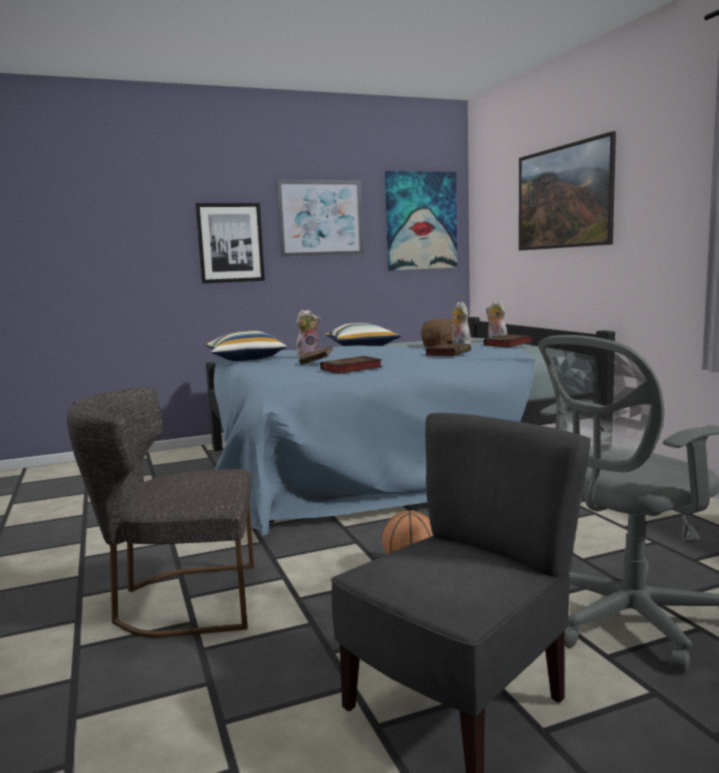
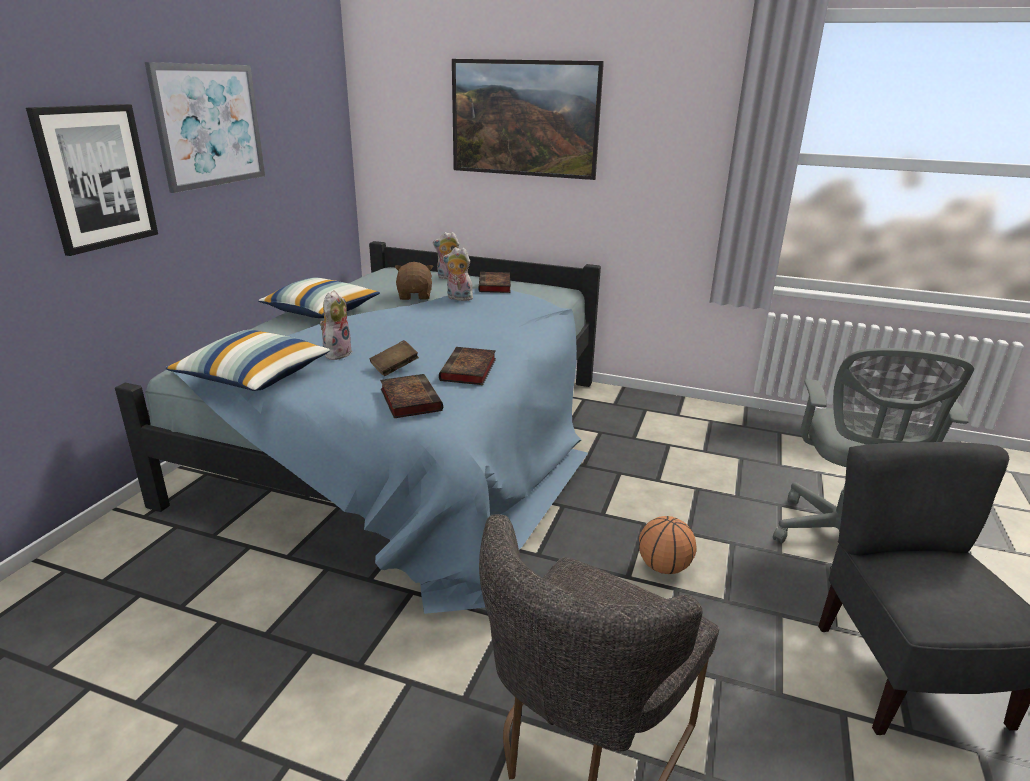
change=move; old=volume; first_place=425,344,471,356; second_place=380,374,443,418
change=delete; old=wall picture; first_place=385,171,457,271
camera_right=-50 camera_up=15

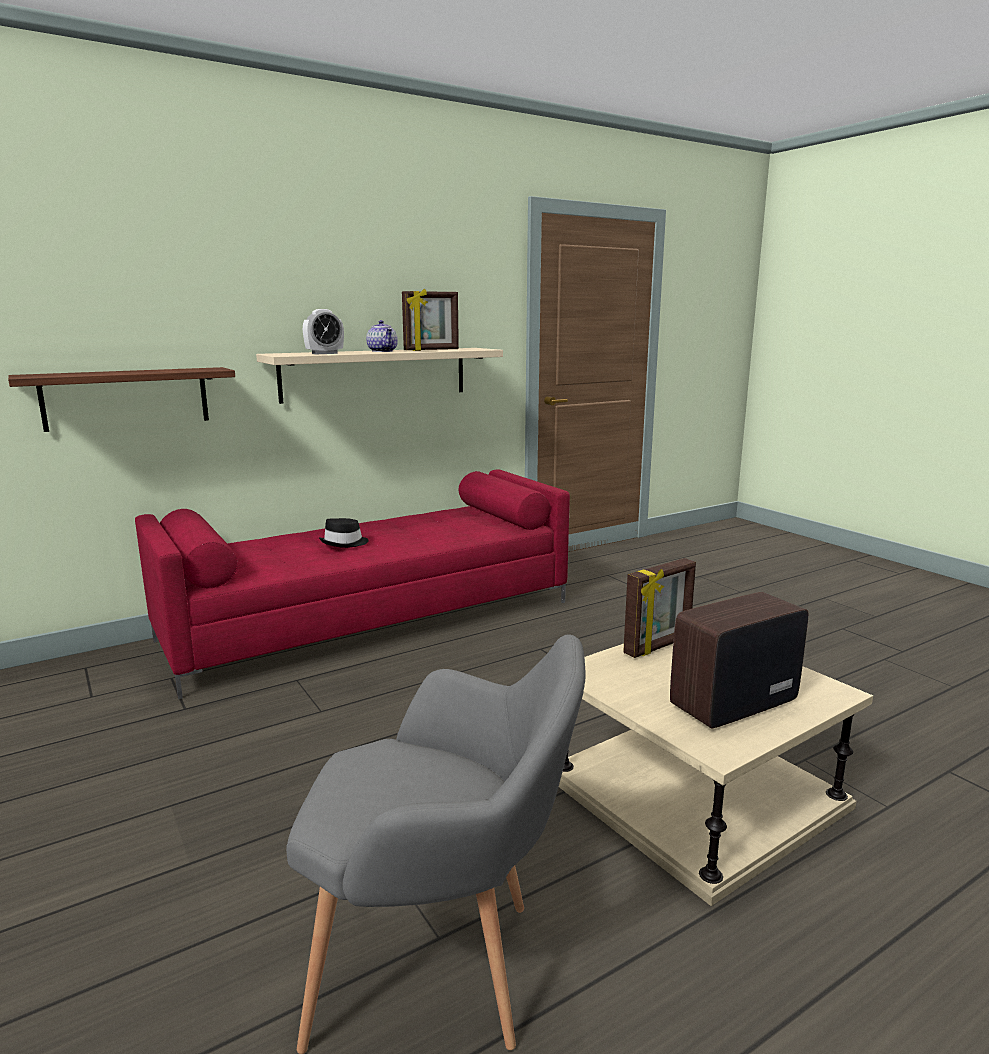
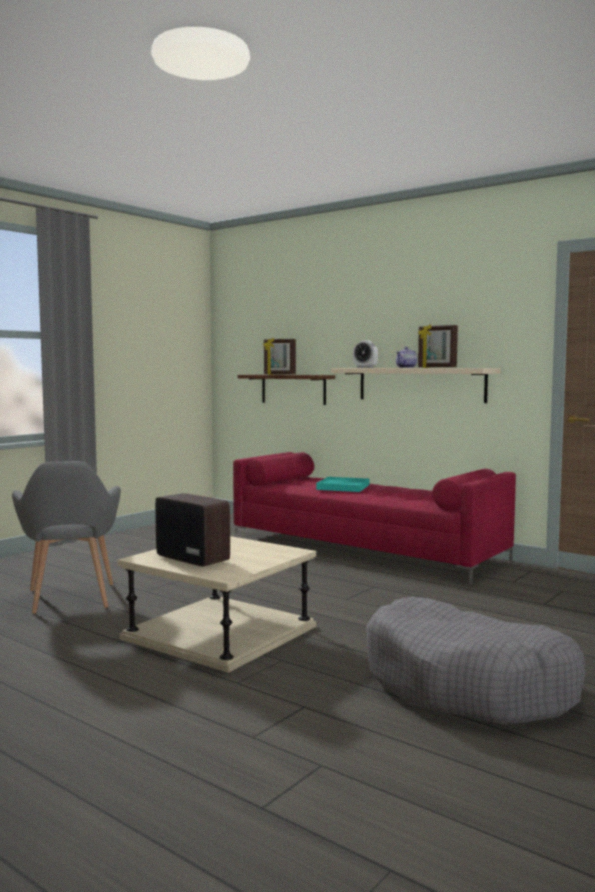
change=move; old=photo frame; first_place=623,558,696,658; second_place=263,338,296,375
change=replace; old=hat (black-coloured); new=carrying tray (blue-green); first_place=319,518,368,548; second_place=316,477,369,492
change=insert; new=dog bed (greyish); second_place=366,597,586,725
camera_right=70 camera_up=-10

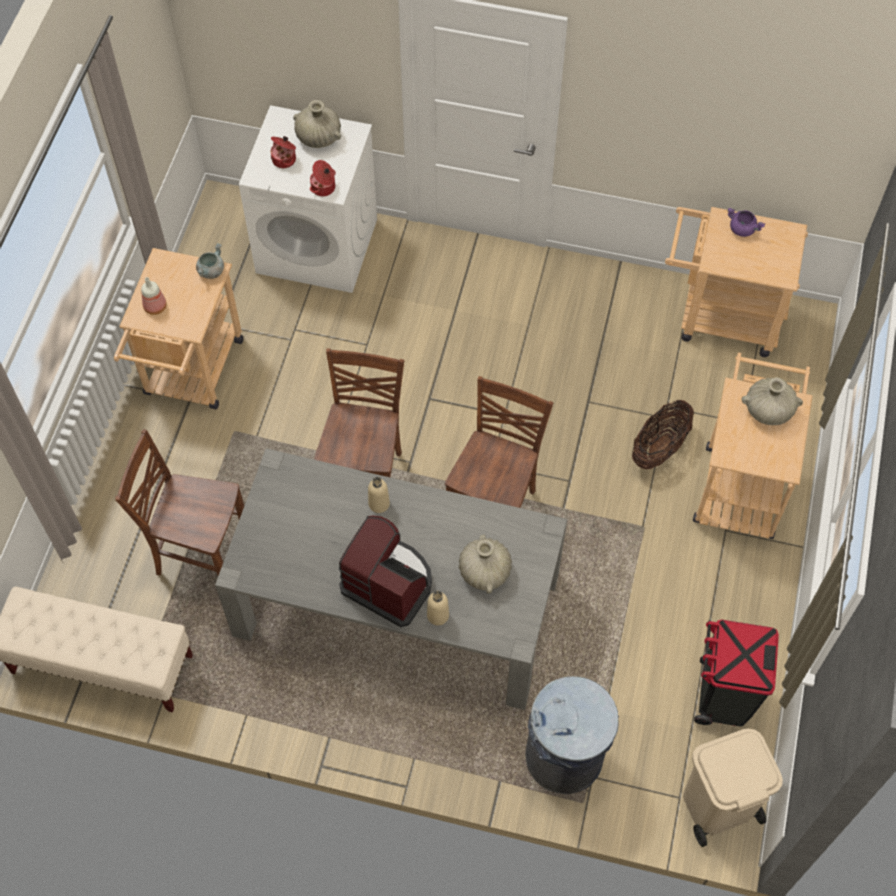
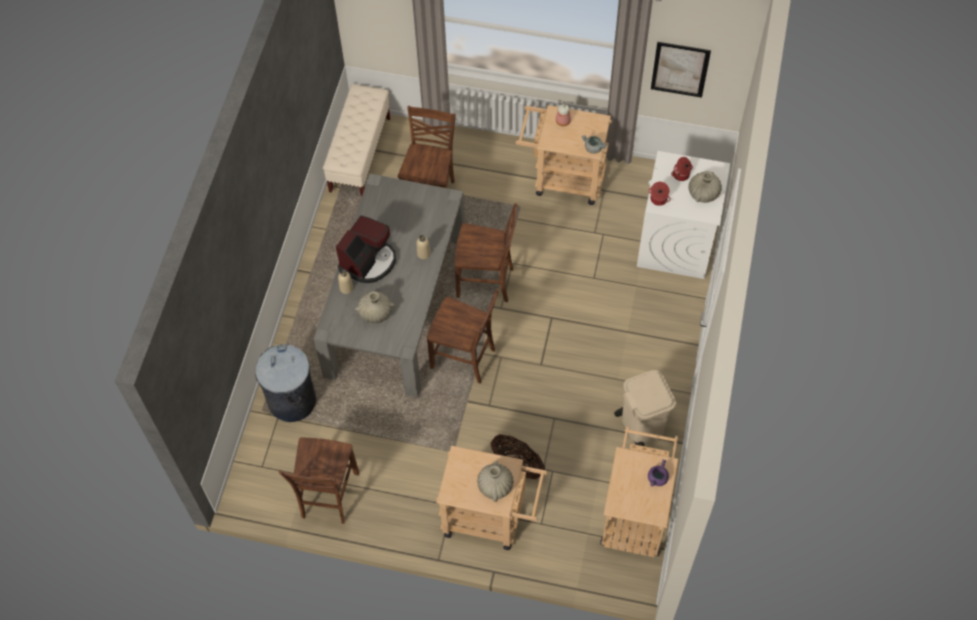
change=replace; old=trash can (black-coloured); new=upright chair (brownish); first_place=694,620,779,726; second_place=279,438,359,524
change=move; old=trash can (sand-coloured); first_place=683,728,783,847; second_place=614,370,676,446
change=insert; new=wall picture; second_place=651,42,711,98
camera_right=90 camera_up=0

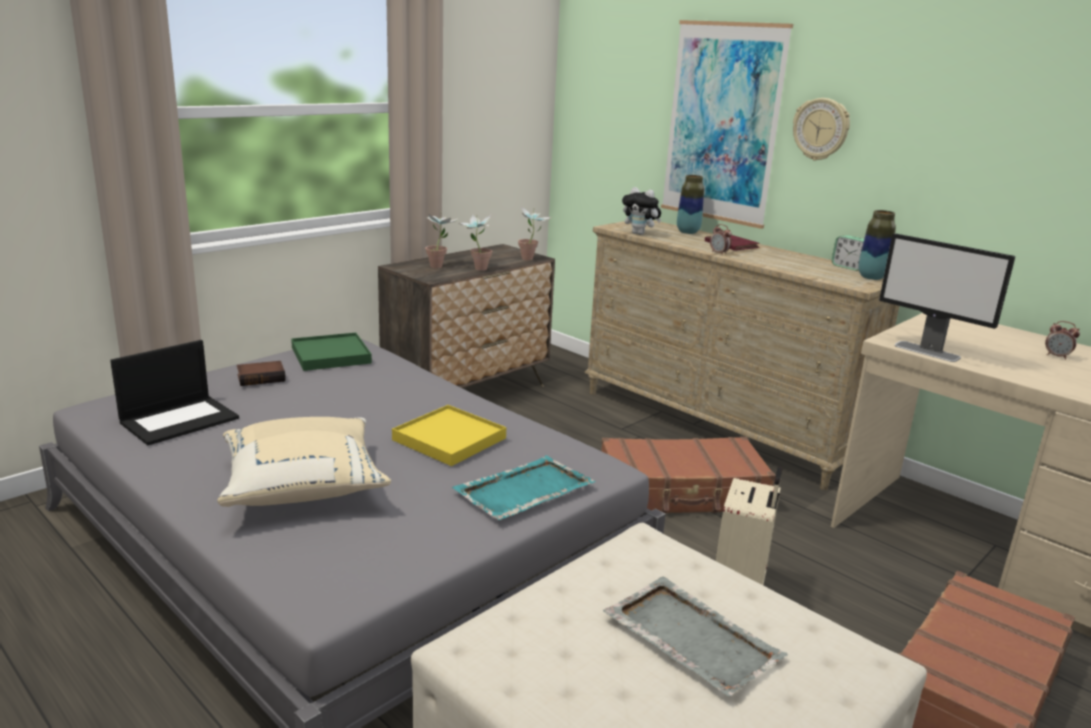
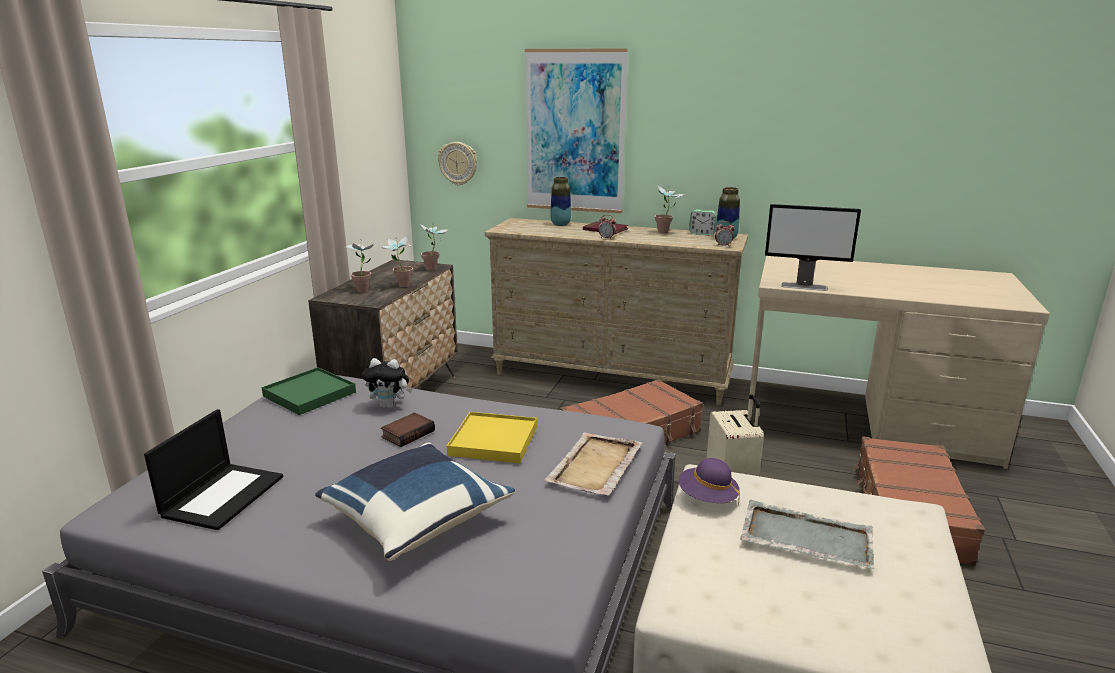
change=recolor; old=pillow (sand-coloured); new=pillow (blue); first_place=217,417,391,507; second_place=315,443,515,561
change=move; old=plush toy; first_place=622,187,661,235; second_place=362,358,412,408
change=move; old=volume; first_place=237,361,286,386; second_place=381,412,435,447
change=move; old=clock on the wall; first_place=793,98,850,161; second_place=438,142,477,186
change=recolor; old=carrying tray (blue-green); new=carrying tray (sand-coloured); first_place=452,456,595,520; second_place=544,432,642,496
change=insert; new=houseplant; second_place=655,185,685,233
change=insert; new=hat (purple-coloured); second_place=679,458,740,505
change=move; old=bedside clock; first_place=1045,321,1080,360; second_place=715,221,735,247
camera_right=-25 camera_up=0

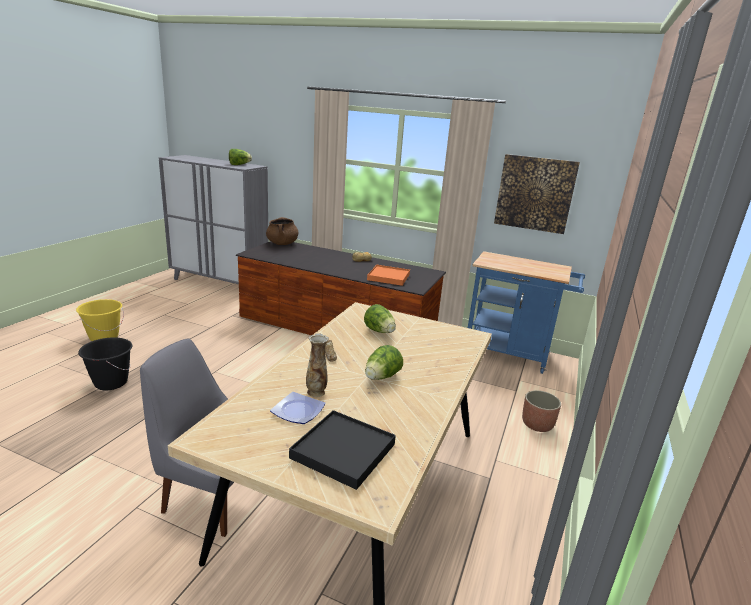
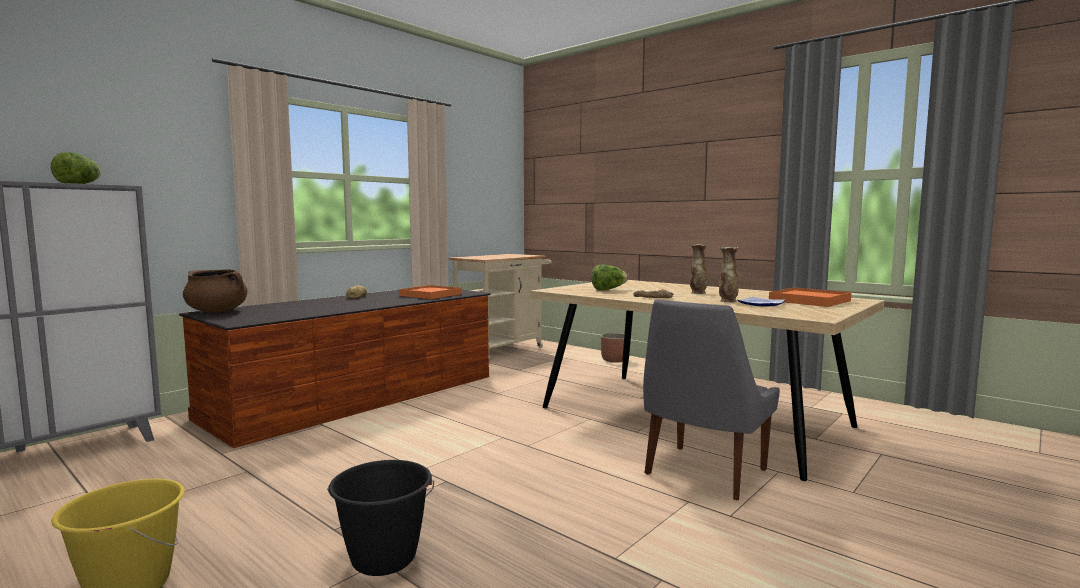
change=recolor; old=wheeled cart (blue); new=wheeled cart (sand-coloured); first_place=468,251,585,374; second_place=448,254,552,360
change=replace; old=head of lettuce; new=flower vase; first_place=365,345,403,380; second_place=690,244,707,294
change=recolor; old=carrying tray (black-coloured); new=carrying tray (orangey); first_place=289,410,396,490; second_place=769,288,851,307
change=delete; old=wall picture; first_place=494,154,580,234
camera_right=-70 camera_up=-15

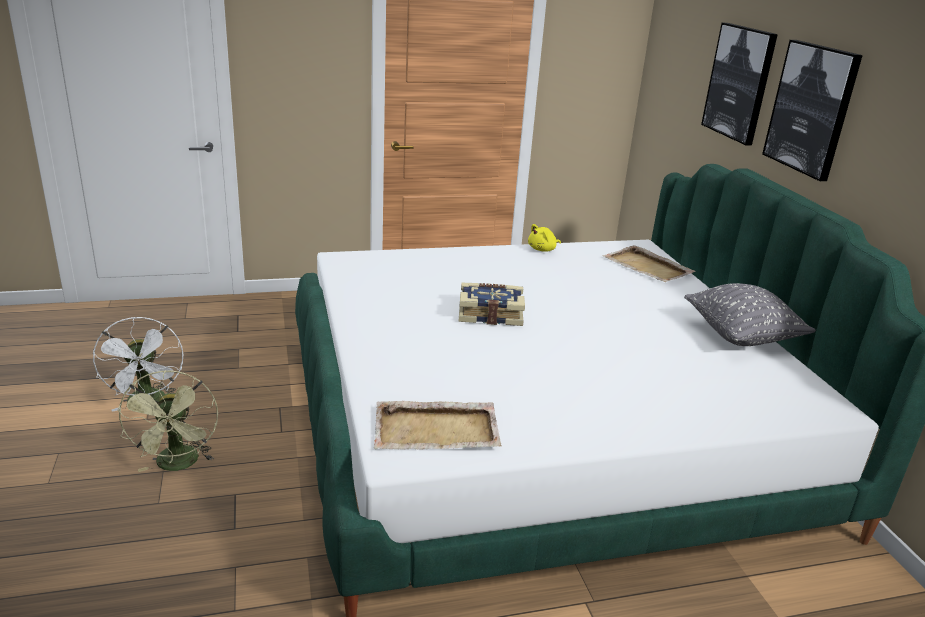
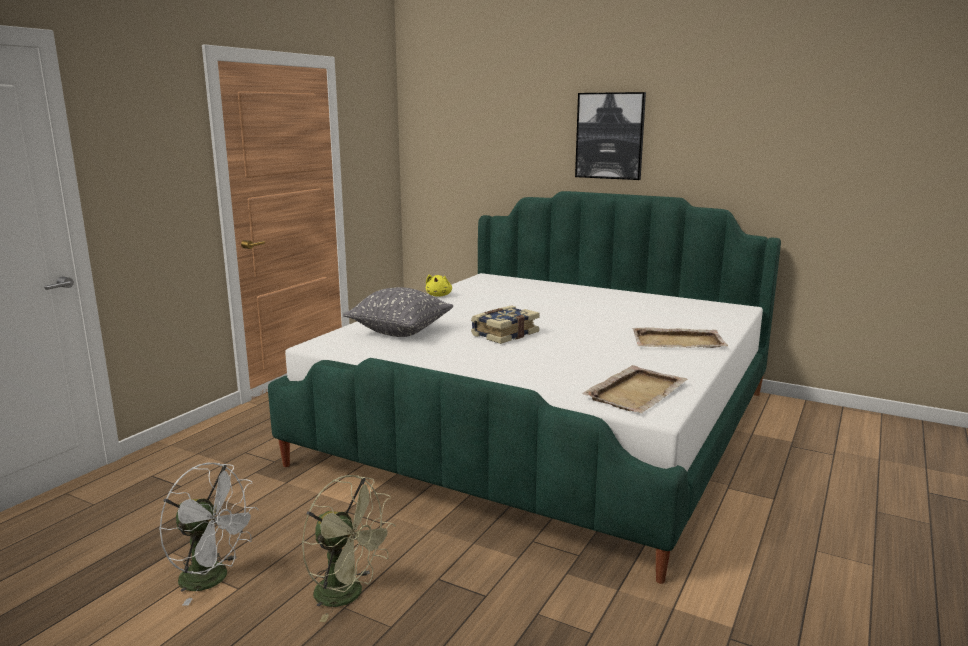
change=move; old=pillow (greyish); first_place=684,283,816,346; second_place=343,287,453,337
change=move; old=carrying tray (sand-coloured); first_place=603,245,696,282; second_place=632,327,728,348
change=delete; old=wall picture; first_place=701,23,778,145
camera_right=-45 camera_up=-10

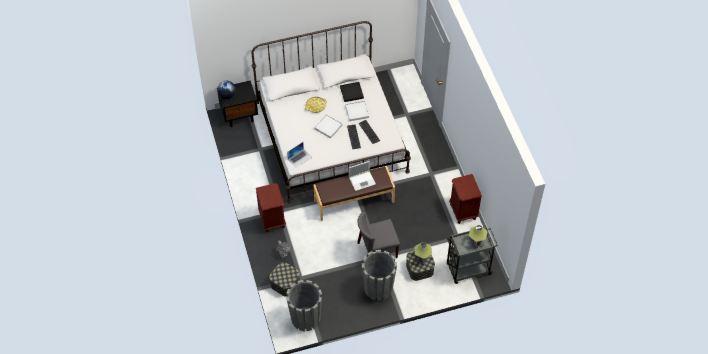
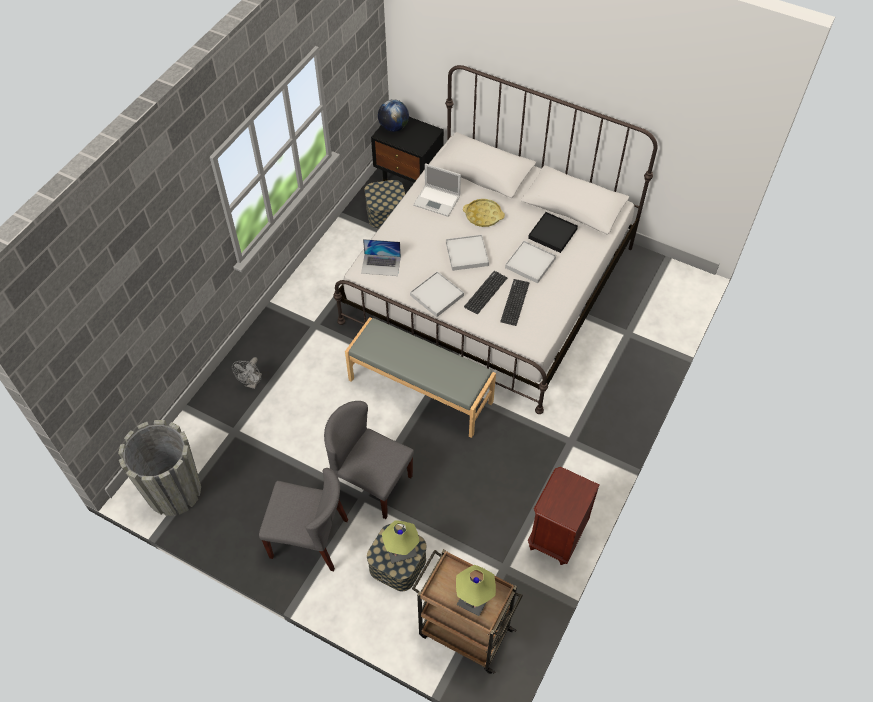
change=replace; old=flower pot (greyish); new=upright chair (greyish); first_place=362,250,397,301; second_place=259,468,348,571
change=recolor; old=indoor bench (brownish); new=indoor bench (greyish); first_place=314,167,395,221; second_place=345,317,496,438
change=move; old=storage container; first_place=269,262,300,297; second_place=364,180,405,228
change=insert; new=carrying tray (white-coloured); second_place=410,271,464,317
change=recolor; old=wheeled cart (greyish); new=wheeled cart (brownish); first_place=447,226,498,284; second_place=412,549,523,674
change=move; old=portable computer; first_place=349,161,376,191; second_place=413,163,461,217
change=delete; old=nightstand (brownish); first_place=256,183,286,232
camera_right=45 camera_up=0

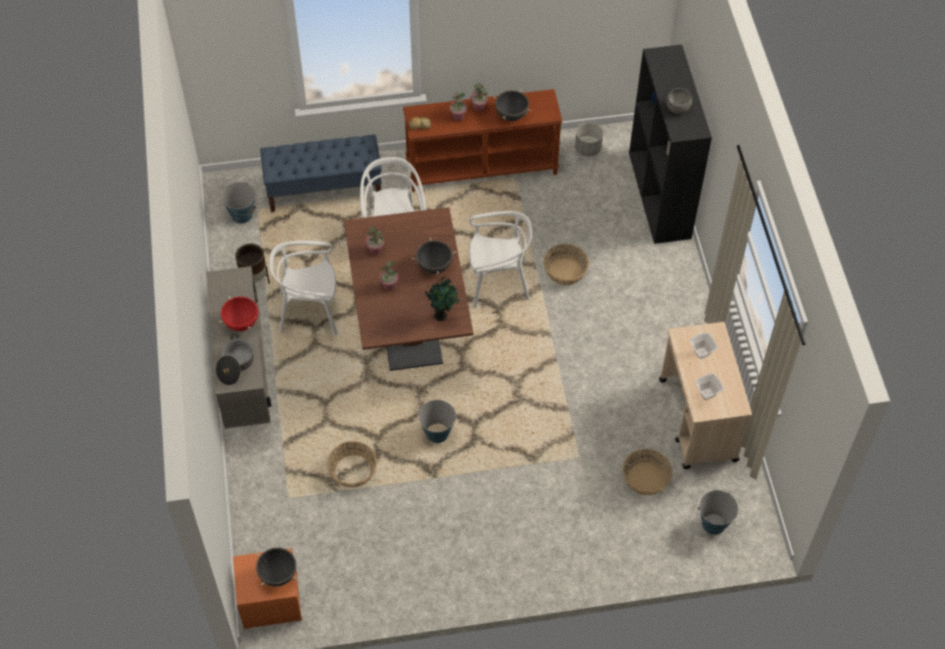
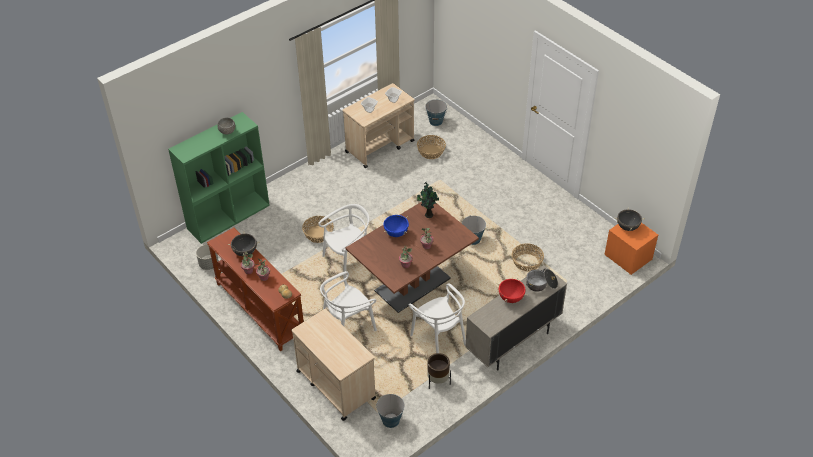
change=recolor; old=shelving unit (black-coloured); new=shelving unit (green); first_place=629,45,712,244; second_place=168,112,270,244
change=replace; old=indoor bench (blue); new=wheeled cart (sand-coloured); first_place=260,135,382,212; second_place=291,309,376,421
change=rotate; old=upright chair (white-coloured); first_place=469,211,532,308; second_place=318,204,369,279; degrees=90
change=recolor; old=saucepot (black-coloured); new=saucepot (blue); first_place=412,237,457,275; second_place=383,215,409,237
camera_right=-120 camera_up=-10

